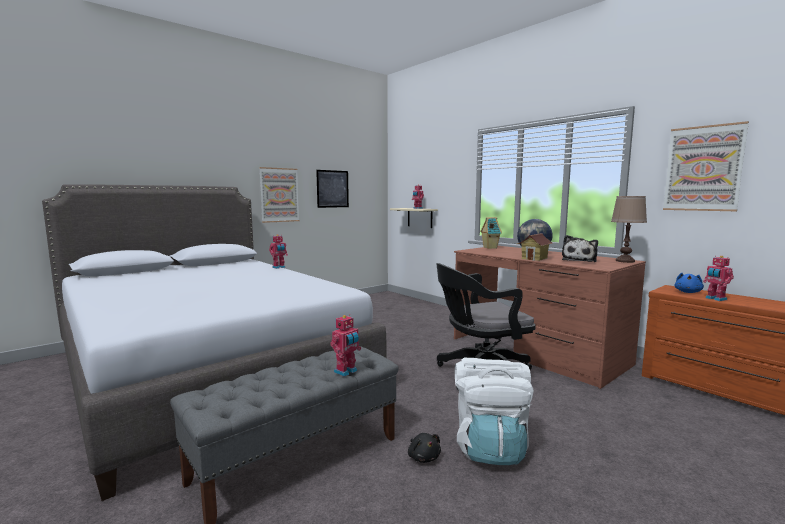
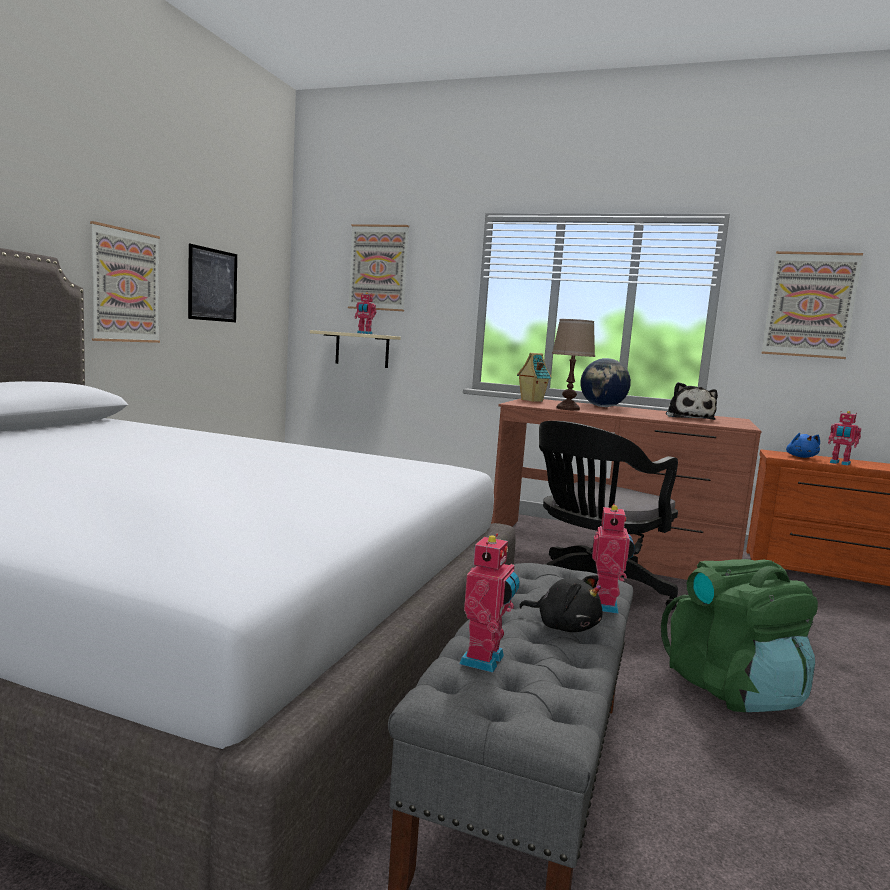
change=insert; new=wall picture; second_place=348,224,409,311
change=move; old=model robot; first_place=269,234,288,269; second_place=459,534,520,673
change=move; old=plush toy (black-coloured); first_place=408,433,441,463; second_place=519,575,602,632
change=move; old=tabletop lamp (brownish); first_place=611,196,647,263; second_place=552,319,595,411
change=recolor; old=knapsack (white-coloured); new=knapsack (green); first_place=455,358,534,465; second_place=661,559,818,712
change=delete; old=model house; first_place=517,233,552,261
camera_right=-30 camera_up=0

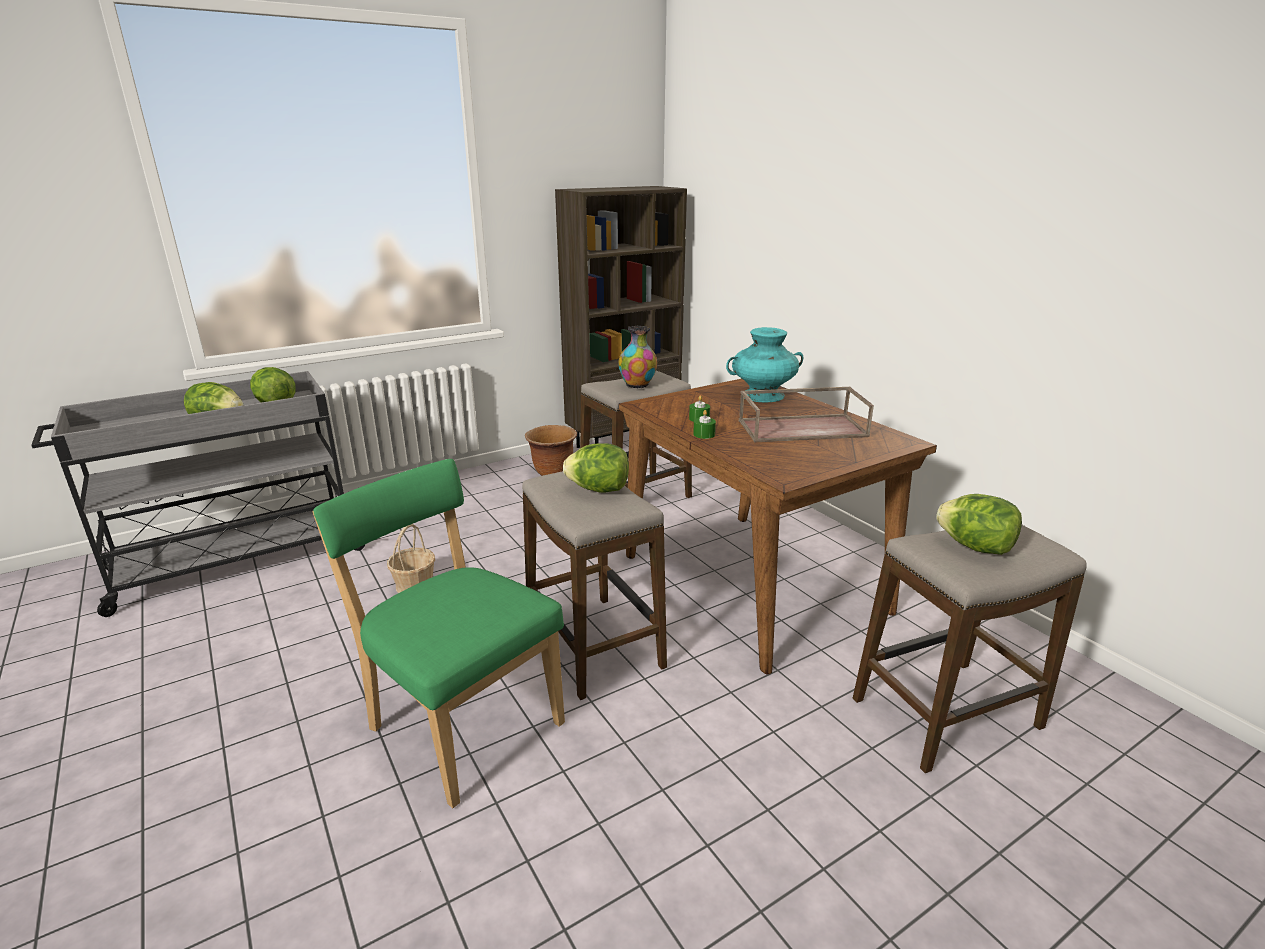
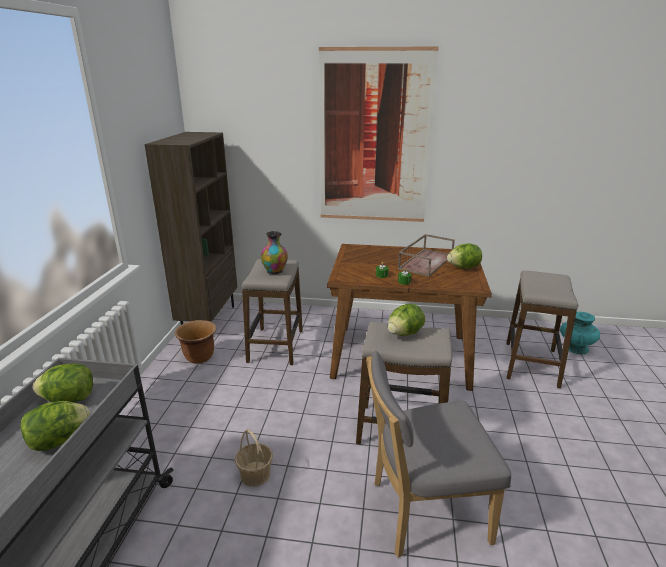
change=insert; new=wall picture; second_place=319,47,439,222
change=recolor; old=upright chair (green); new=upright chair (greyish); first_place=312,459,565,808; second_place=366,351,511,558
change=move; old=head of lettuce; first_place=936,494,1022,555; second_place=447,243,482,269
change=move; old=flower vase (blue-green); first_place=726,327,803,402; second_place=560,312,600,354
camera_right=-50 camera_up=0

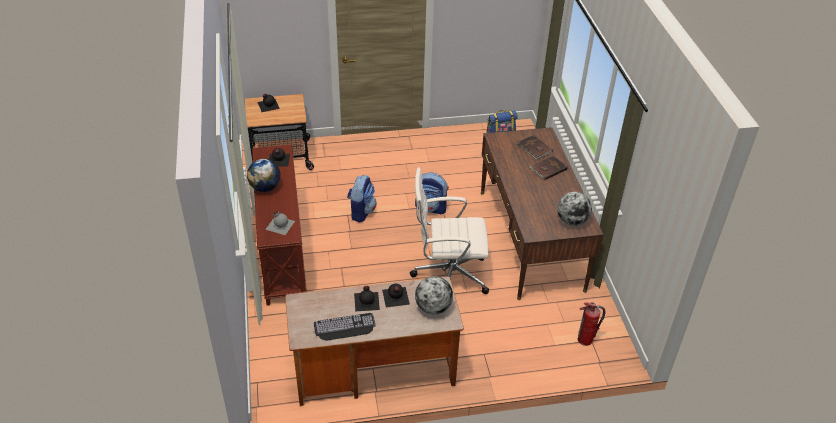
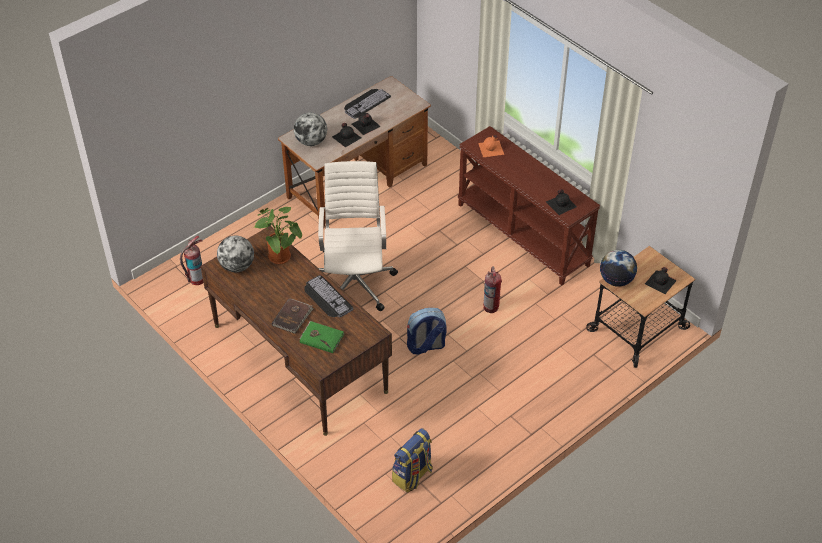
change=insert; new=houseplant; second_place=253,207,302,264
change=recolor; old=volume (brownish); new=volume (green); first_place=518,135,553,160; second_place=300,321,345,353
change=insert; new=computer keyboard; second_place=305,275,353,317
change=rotate; old=office chair (white-coloured); first_place=410,167,489,294; second_place=318,161,398,311; degrees=-60
change=recolor; old=drink bottle (greyish); new=drink bottle (orangey); first_place=265,211,295,235; second_place=478,135,504,157
change=replace; old=knapsack; new=fire-fighting cylinder; first_place=347,175,377,222; second_place=483,266,502,313
change=move; old=globe; first_place=247,159,281,192; second_place=600,250,637,287
camera_right=150 camera_up=5

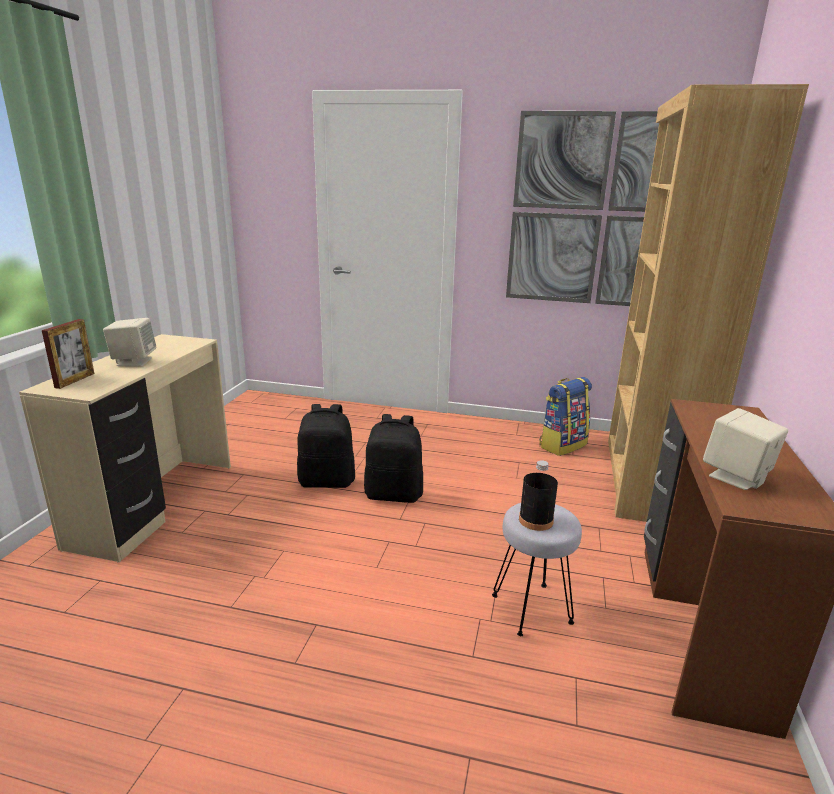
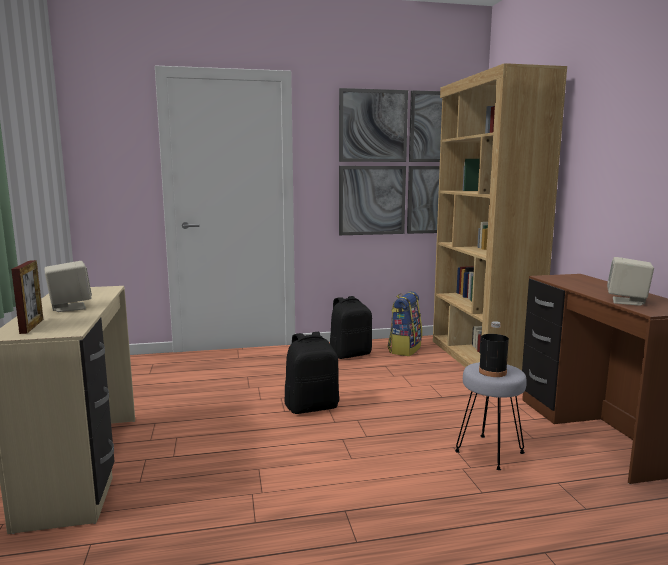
change=move; old=knapsack (black-coloured); first_place=297,404,355,488; second_place=330,296,372,359
camera_right=-25 camera_up=-10

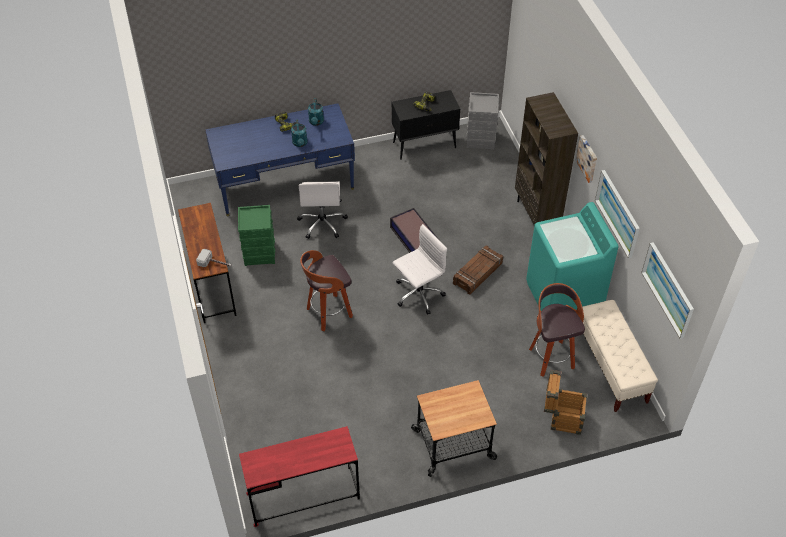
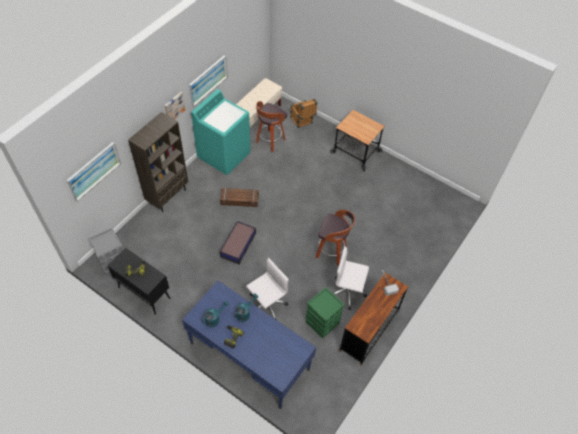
change=move; old=wall picture; first_place=641,242,694,339; second_place=67,142,121,201
change=move; old=office chair (white-coloured); first_place=392,224,447,315; second_place=333,246,369,310
change=delete; old=desk table (red); first_place=239,426,360,527
camera_right=-130 camera_up=5

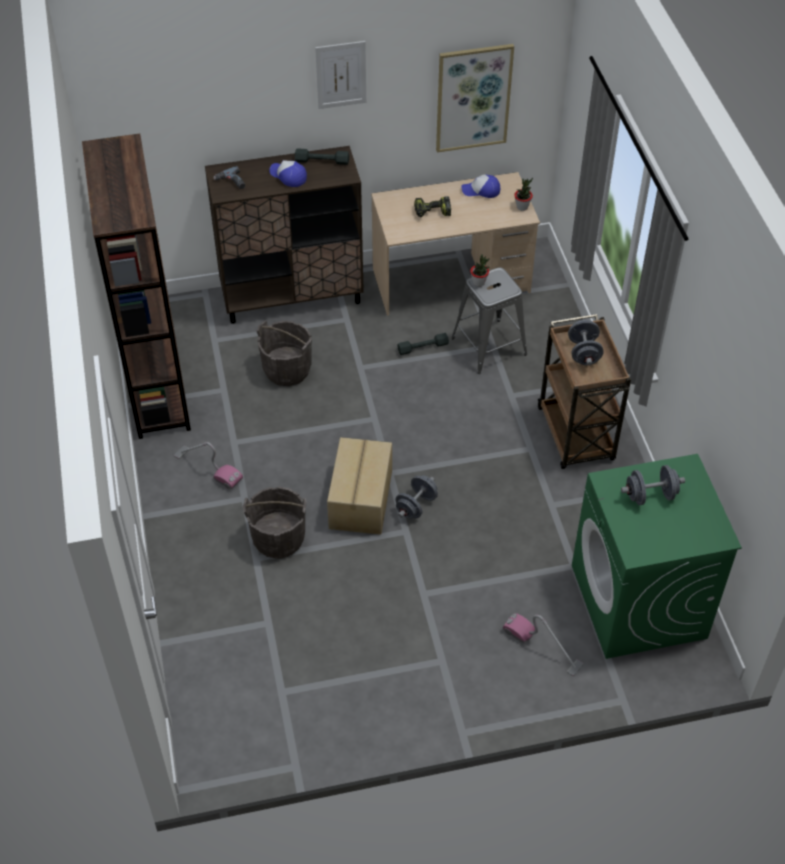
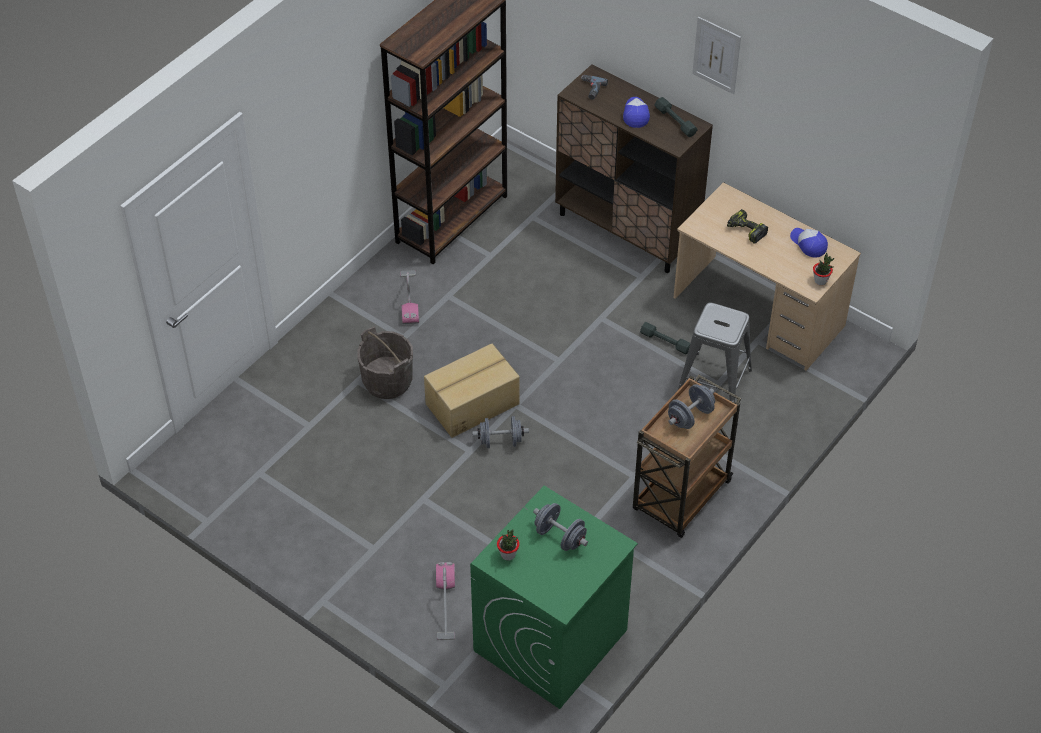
change=move; old=houseplant; first_place=470,254,490,287; second_place=497,529,520,561
change=delete; old=bucket (greyish); first_place=256,320,312,386
change=delete; old=wall picture; first_place=436,44,514,152
camera_right=50 camera_up=0

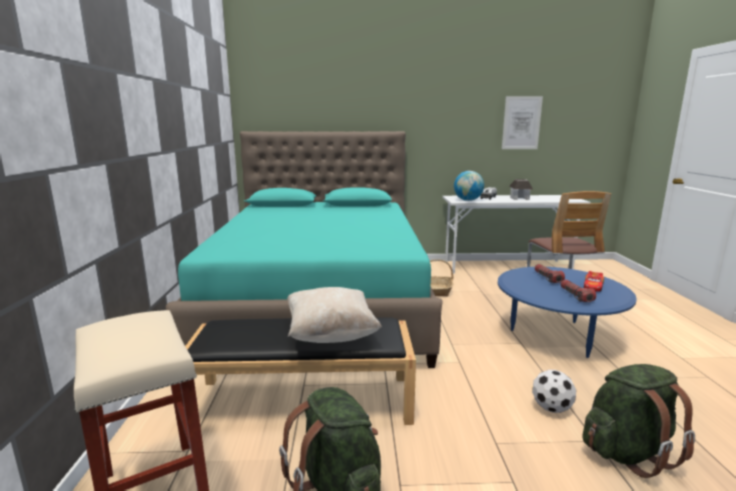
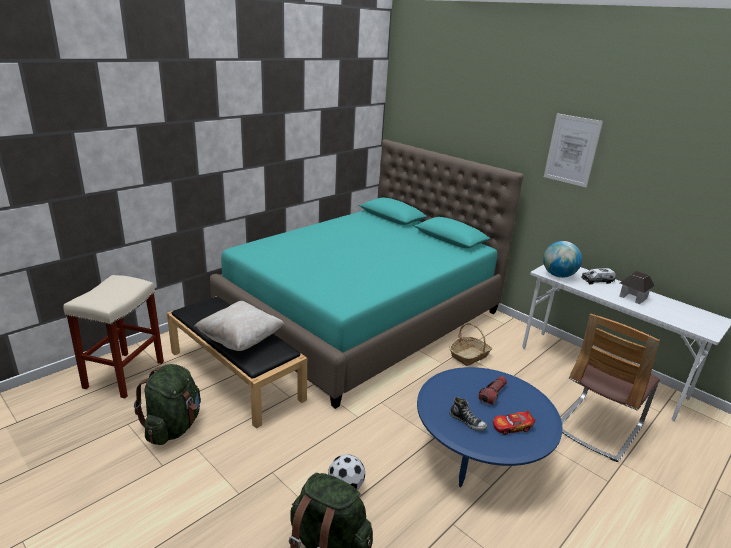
change=replace; old=torch; new=item of footwear; first_place=561,280,596,302; second_place=450,397,487,431
change=move; old=wall picture; first_place=502,96,543,149; second_place=544,113,603,187
camera_right=45 camera_up=10

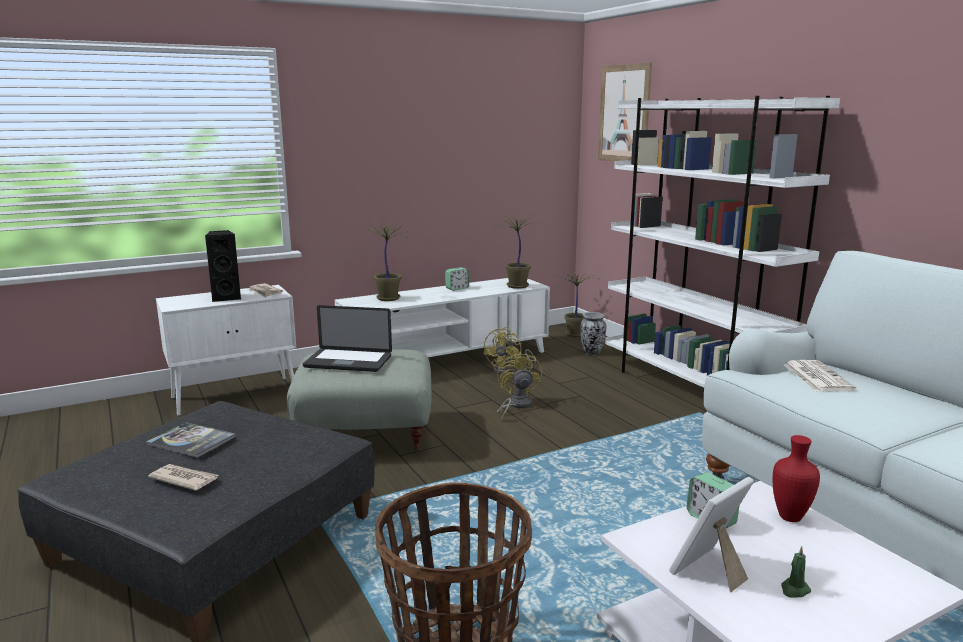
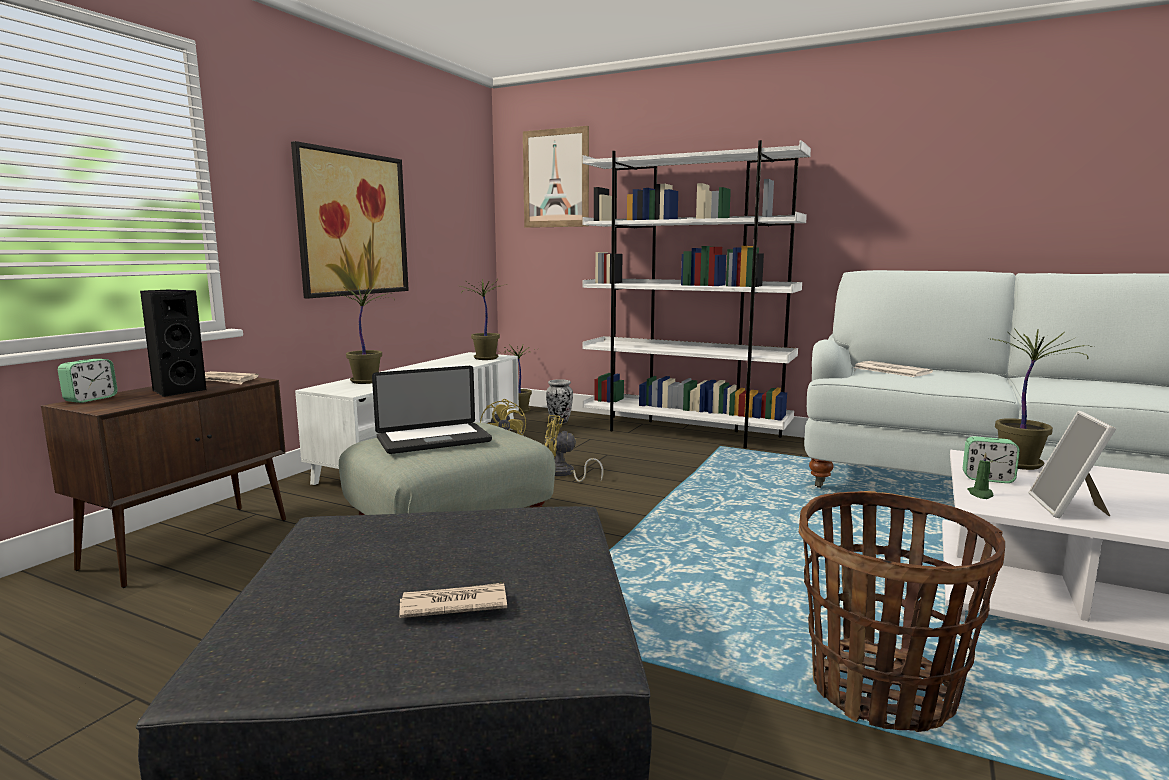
change=recolor; old=cupboard (white-coloured); new=cupboard (brownish); first_place=156,285,296,416; second_place=41,377,286,588
change=move; old=bedside clock; first_place=445,267,469,291; second_place=58,359,118,403
change=insert; new=wall picture; second_place=291,141,409,298
change=rotate; old=cooling fan (yellowish); first_place=497,351,542,420; second_place=544,415,604,482; degrees=-45
change=move; old=wax light (green); first_place=781,546,811,598; second_place=967,452,993,499
change=replace; old=flower vase (red); new=houseplant; first_place=773,435,820,522; second_place=991,328,1094,470
change=delete; old=volume; first_place=146,422,236,458
camera_right=-35 camera_up=-5

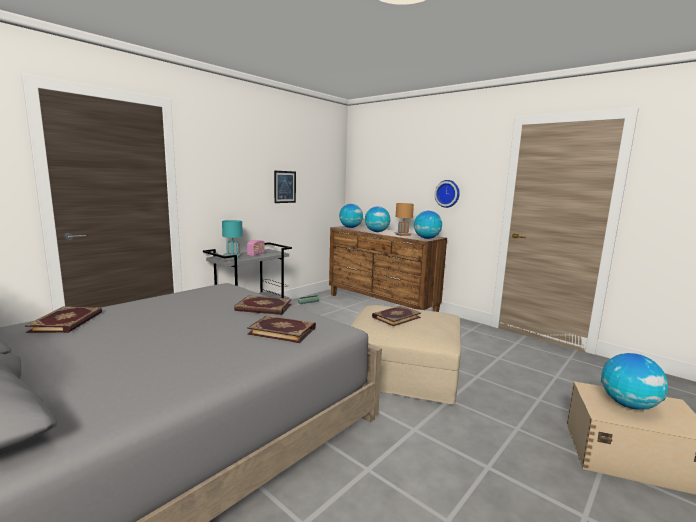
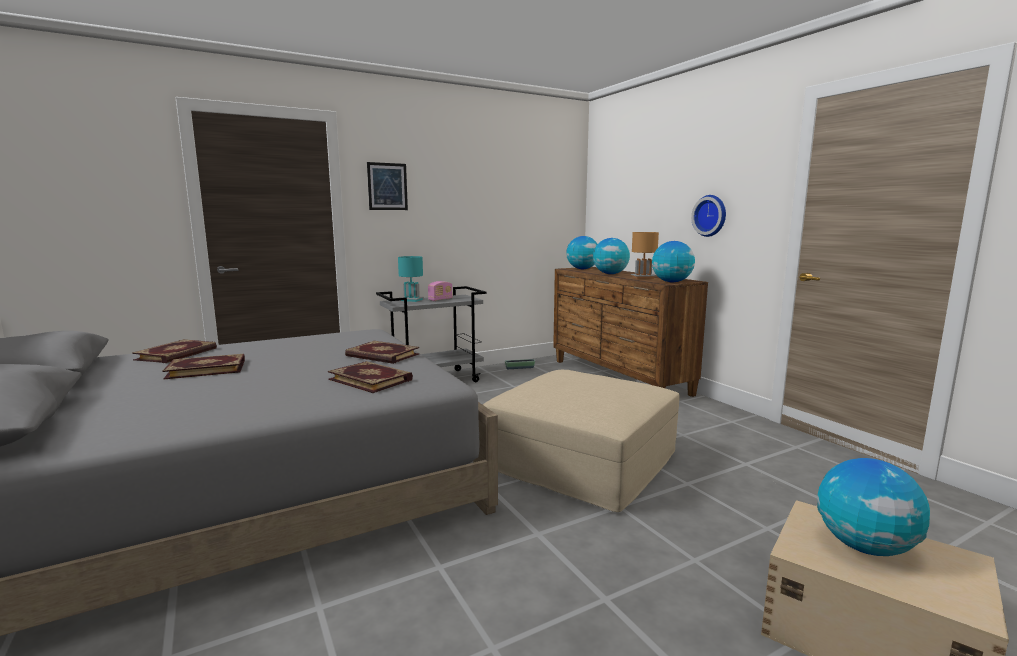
change=move; old=volume; first_place=372,306,421,326; second_place=163,354,245,379
change=move; old=wall picture; first_place=274,171,296,203; second_place=367,162,408,210
camera_right=20 camera_up=0

